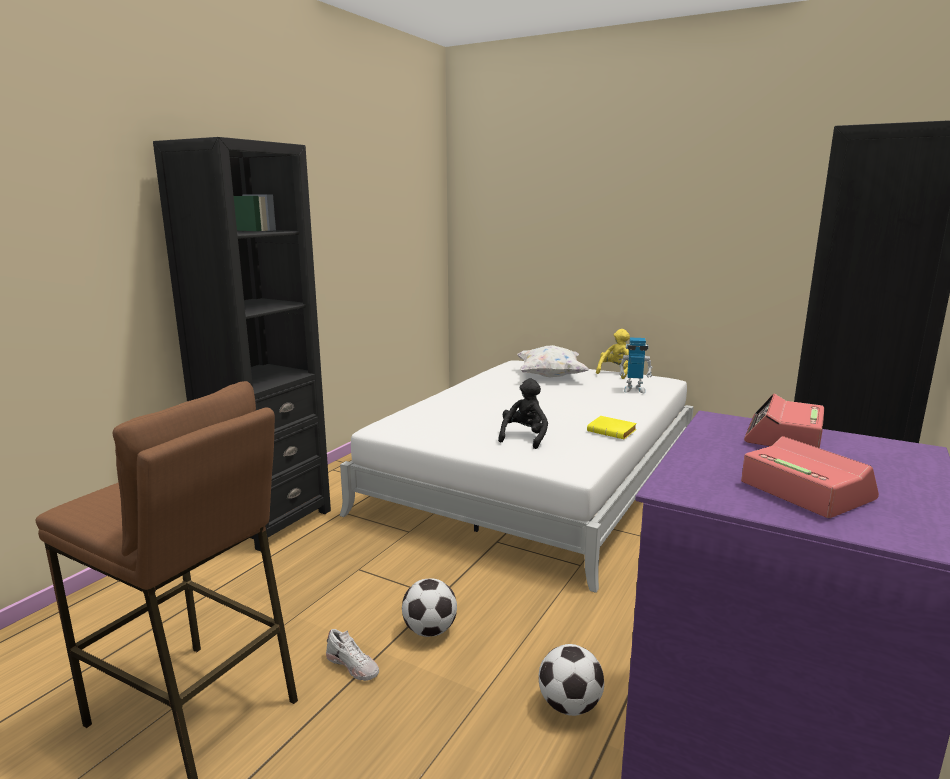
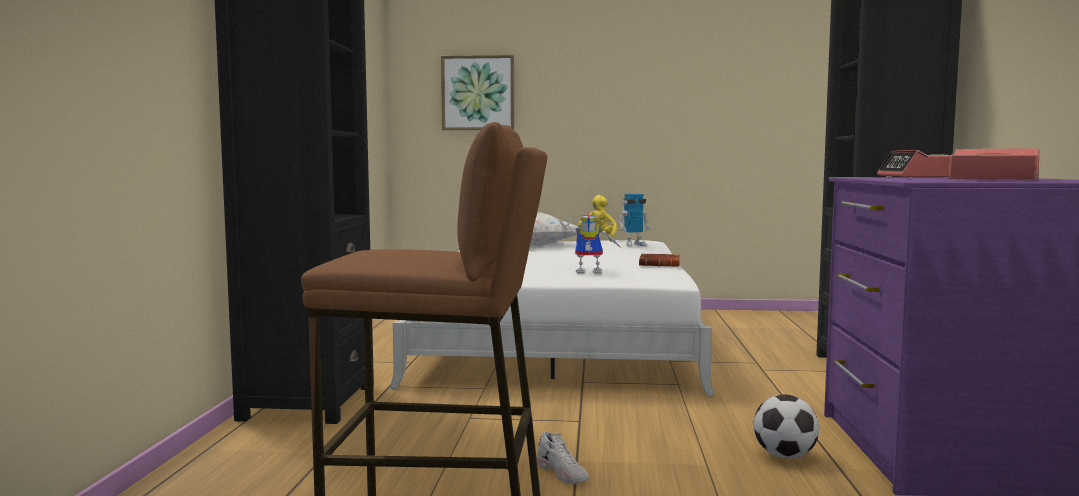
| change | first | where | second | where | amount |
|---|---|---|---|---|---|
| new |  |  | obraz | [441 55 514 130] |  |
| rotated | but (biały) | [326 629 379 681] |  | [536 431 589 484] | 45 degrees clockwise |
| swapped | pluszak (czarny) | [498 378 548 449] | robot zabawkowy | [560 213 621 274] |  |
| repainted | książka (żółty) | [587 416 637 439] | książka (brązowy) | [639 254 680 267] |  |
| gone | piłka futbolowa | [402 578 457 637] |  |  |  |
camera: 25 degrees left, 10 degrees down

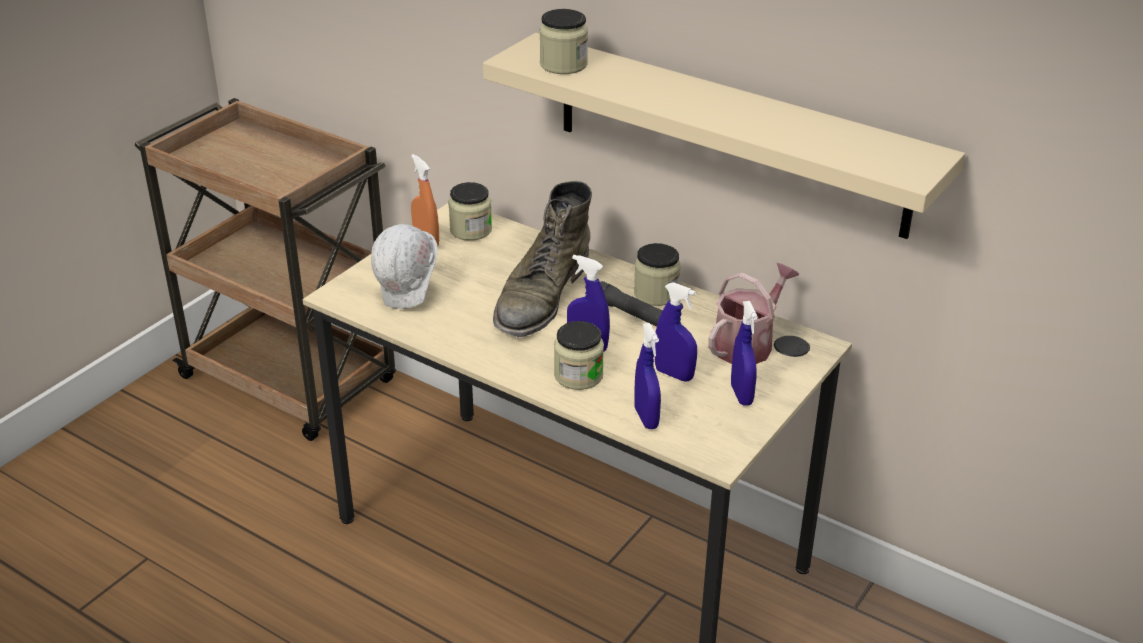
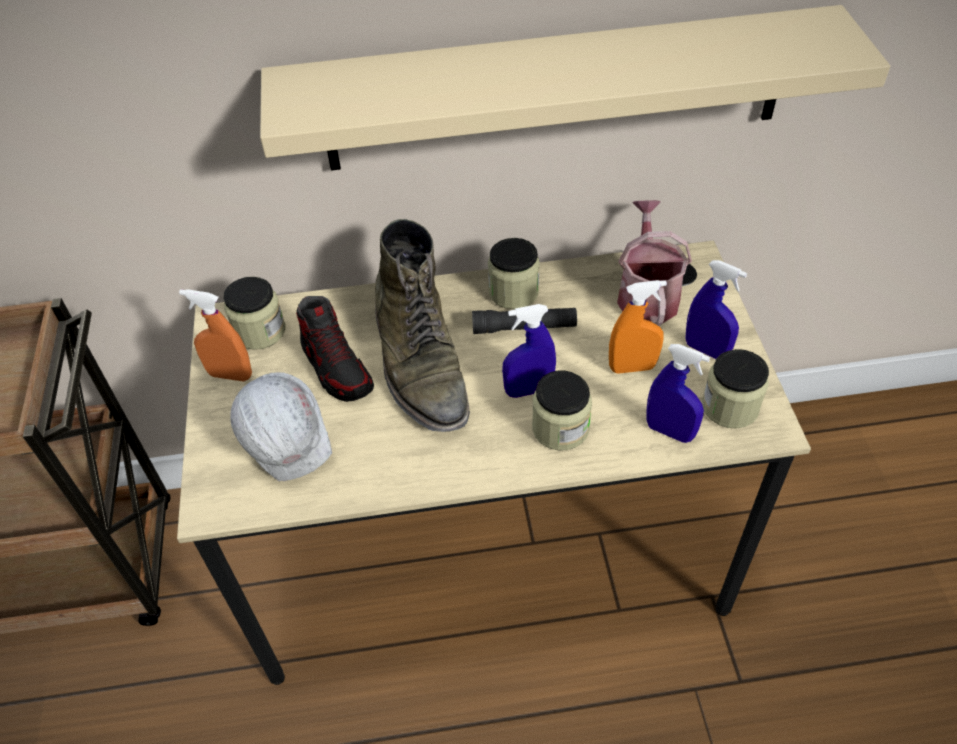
| change | first | where | second | where | amount |
|---|---|---|---|---|---|
| new |  |  | but | [296 296 374 402] |  |
| repainted | spryskiwacz (niebieski) | [655 282 697 381] | spryskiwacz (pomarańczowy) | [609 280 667 374] |  |
| shifted | słoik | [539 9 588 74] |  | [702 349 769 429] |  |
camera: 40 degrees left, 15 degrees up

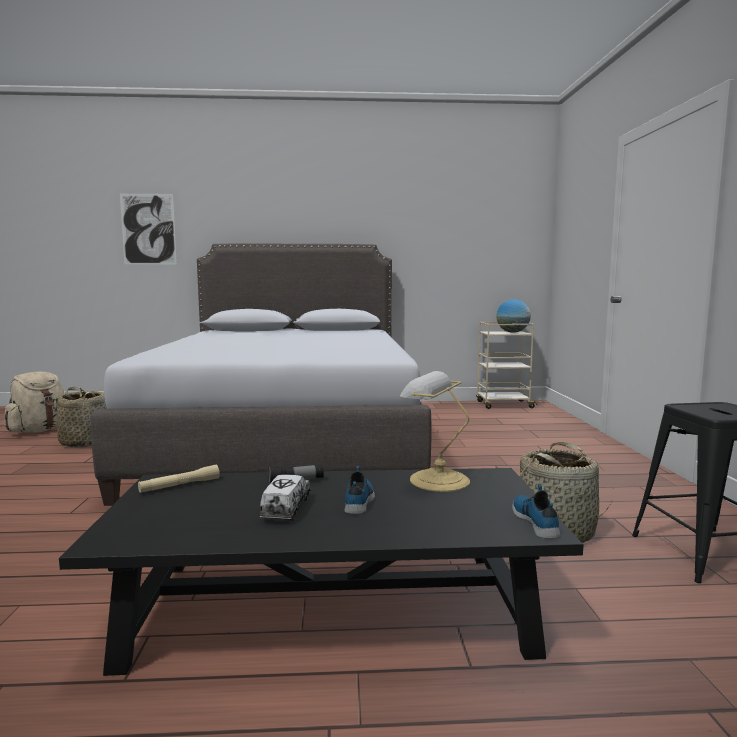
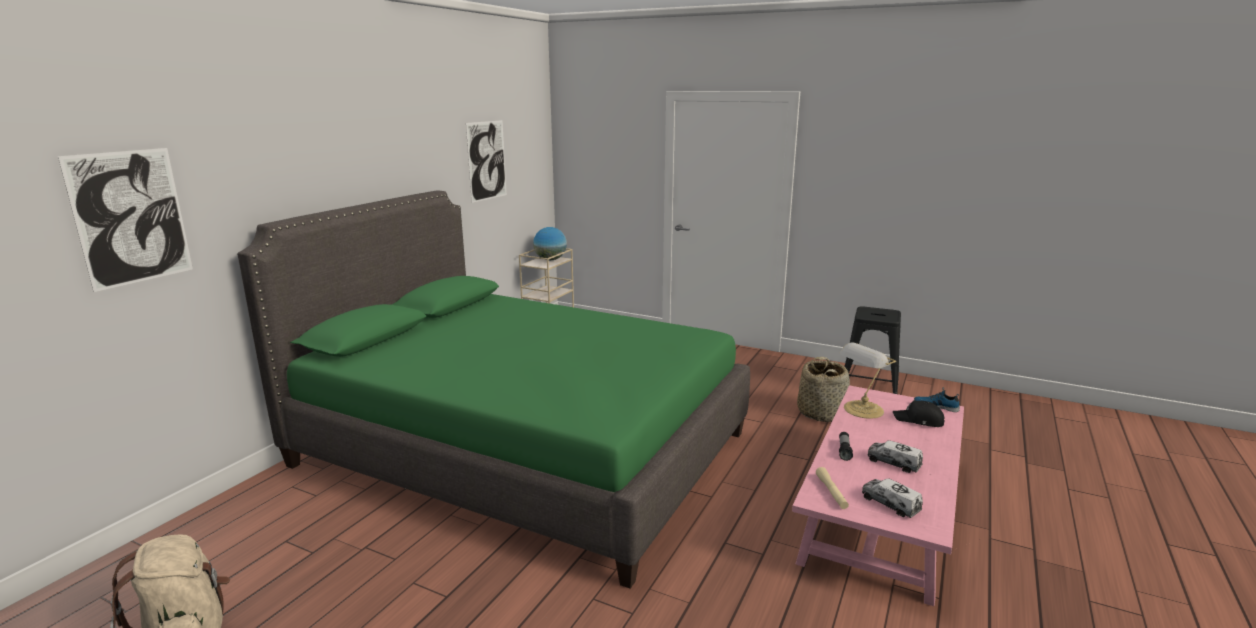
| change | first | where | second | where | amount |
|---|---|---|---|---|---|
| repainted | łóżko (szary) | [91 243 431 506] | łóżko (zielony) | [237 190 750 589] |  |
| new |  |  | obraz | [466 120 507 203] |  |
| repainted | ława (czarny) | [59 468 584 676] | ława (różowy) | [792 385 964 606] |  |
| new |  |  | ciężarówka zabawkowa | [862 478 923 518] |  |
| new |  |  | czapka z daszkiem (czarny) | [893 401 945 427] |  |
| gone | koszyk | [57 387 107 447] |  |  |  |
| gone | but | [344 466 375 514] |  |  |  |
camera: 60 degrees left, 10 degrees up

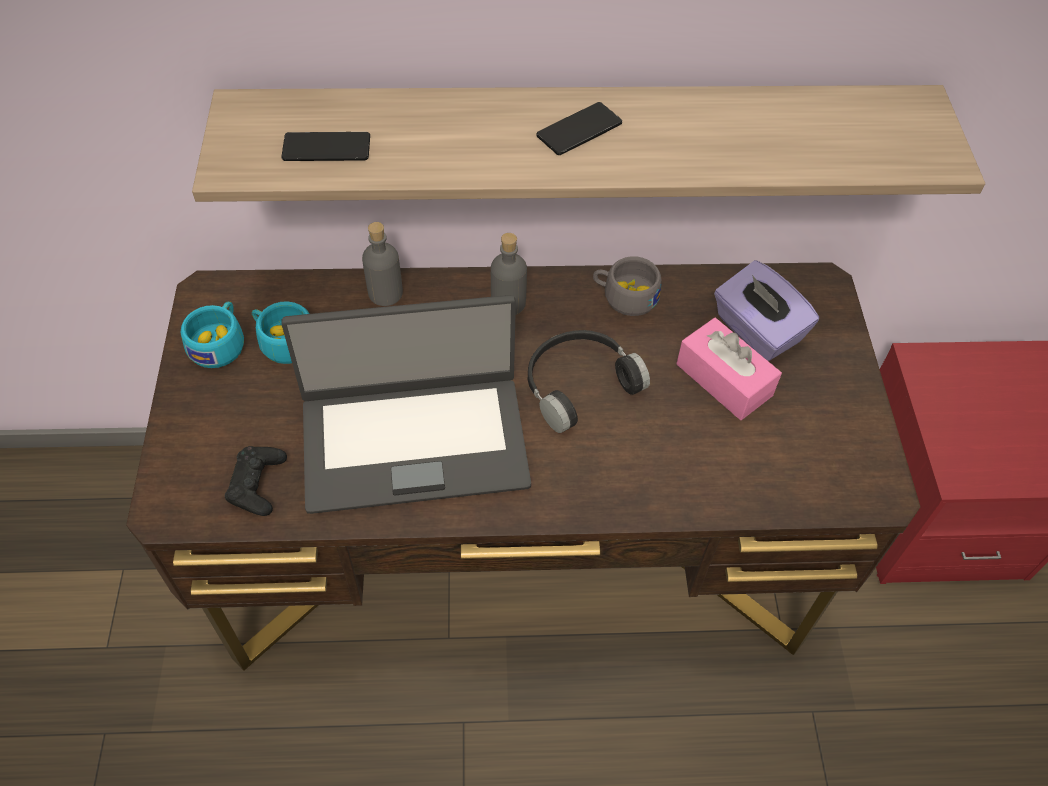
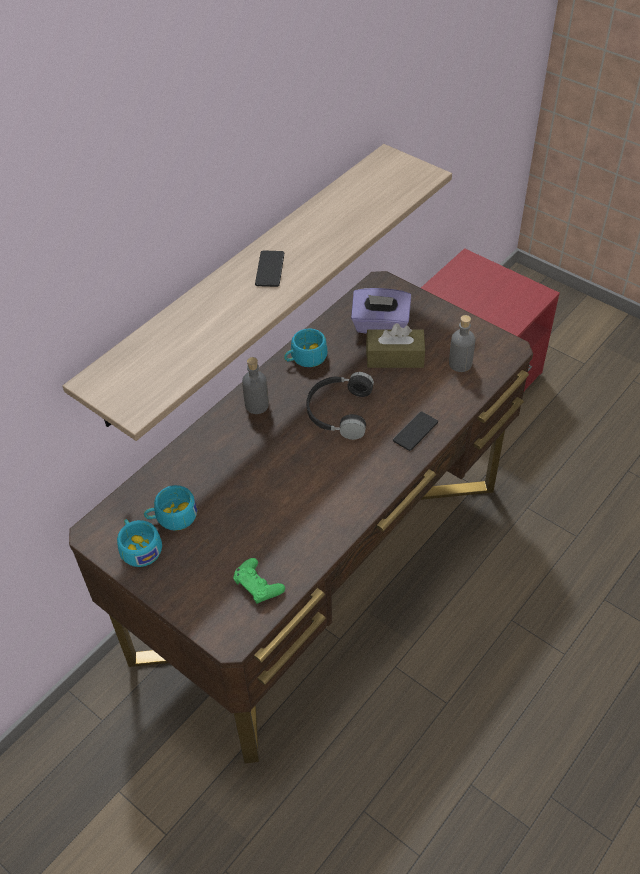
| change | first | where | second | where | amount |
|---|---|---|---|---|---|
| repainted | pad do gier (czarny) | [225 446 287 516] | pad do gier (zielony) | [233 558 285 604] |  |
| repainted | filiżanka (szary) | [593 256 662 316] | filiżanka (turkusowy) | [284 328 328 367] |  |
| repainted | pudełko chusteczek (różowy) | [676 318 782 420] | pudełko chusteczek (brązowy) | [366 323 425 368] |  |
| shifted | telefon | [282 132 370 161] |  | [393 411 438 451] |  |
| shifted | butelka (szary) | [362 222 403 306] |  | [449 315 475 372] |  |
| gone | laptop | [281 295 531 514] |  |  |  |
camera: 45 degrees left, 5 degrees down

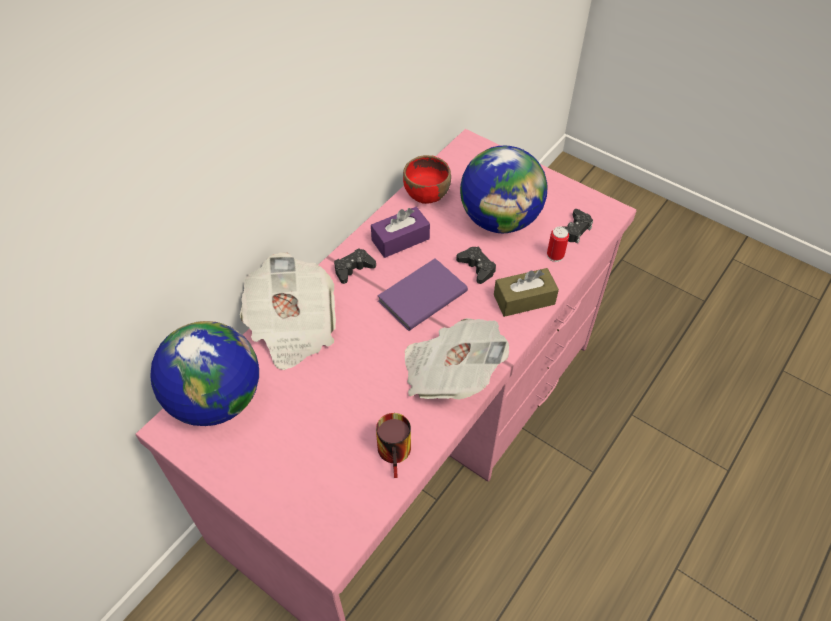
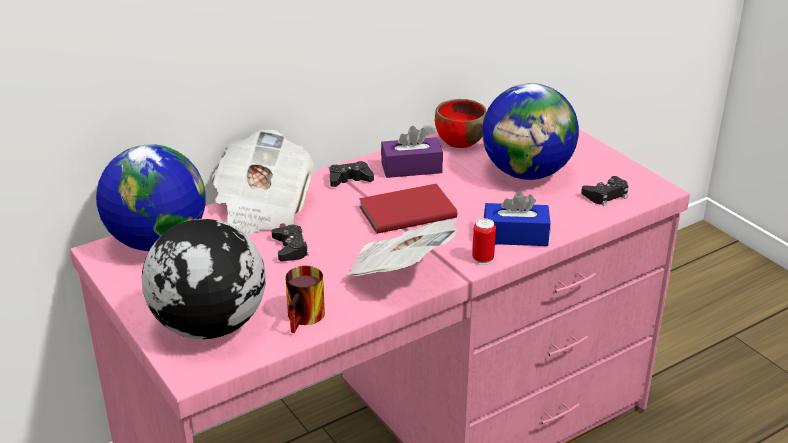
| change | first | where | second | where | amount |
|---|---|---|---|---|---|
| new |  |  | globus | [142 219 266 339] |  |
| shifted | pad do gier (czarny) | [456 247 496 284] |  | [272 225 309 261] |  |
| repainted | książka (fioletowy) | [378 258 468 331] | książka (czerwony) | [359 184 457 234] |  |
| shifted | puszka | [547 227 569 262] |  | [472 218 496 265] |  |
| repainted | pudełko chusteczek (brązowy) | [494 268 559 317] | pudełko chusteczek (niebieski) | [484 191 550 246] |  |
camera: 20 degrees right, 20 degrees down

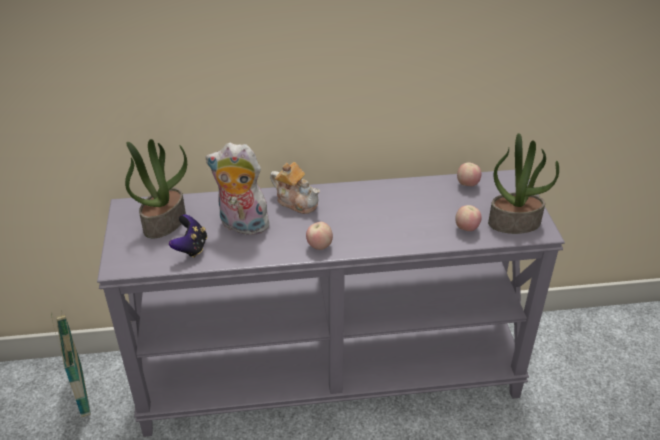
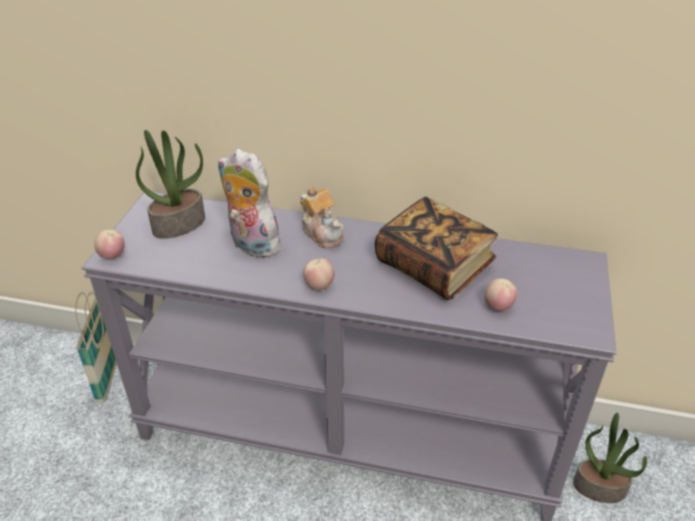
| change | first | where | second | where | amount |
|---|---|---|---|---|---|
| shifted | jabłko | [457 162 481 186] |  | [94 230 125 259] |  |
| new |  |  | książka | [375 197 498 300] |  |
| shifted | roślina doniczkowa | [488 133 559 234] |  | [573 413 647 503] |  |
| gone | pad do gier | [169 214 207 258] |  |  |  |
camera: 20 degrees right, 0 degrees up

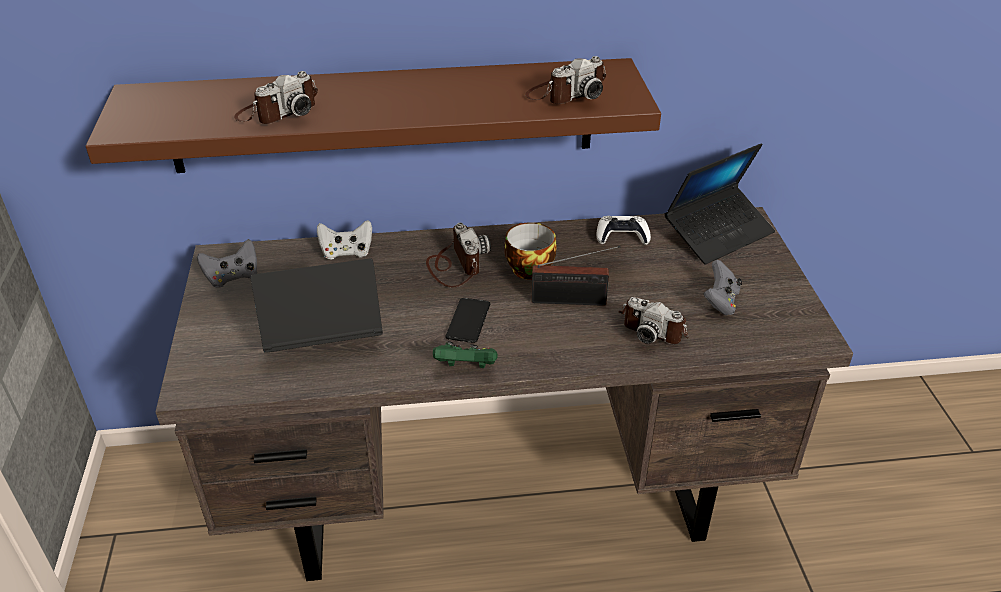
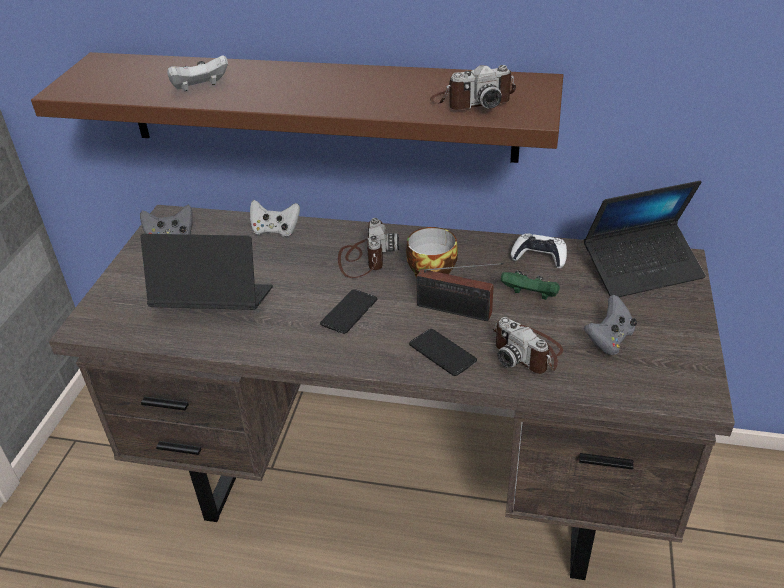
| change | first | where | second | where | amount |
|---|---|---|---|---|---|
| swapped | aparat fotograficzny | [234 71 318 124] | pad do gier (biały) | [167 55 228 91] |  |
| new |  |  | telefon | [409 329 477 376] |  |
| shifted | pad do gier (zielony) | [433 341 498 368] |  | [501 270 560 300] |  |
camera: 20 degrees right, 0 degrees up

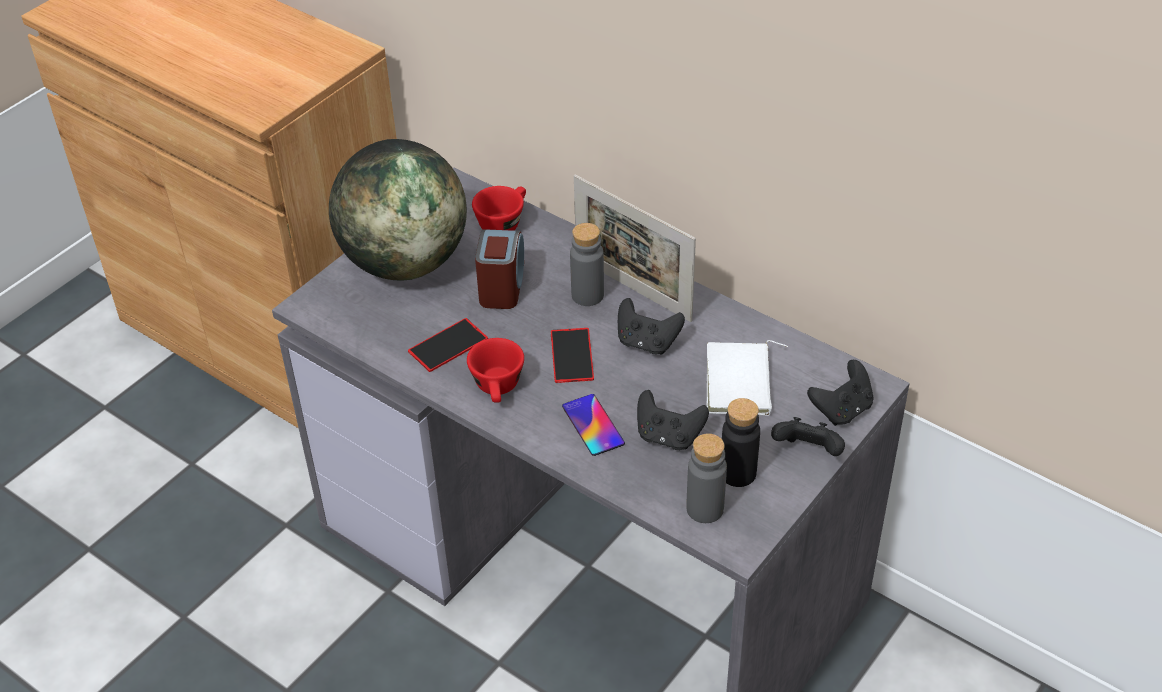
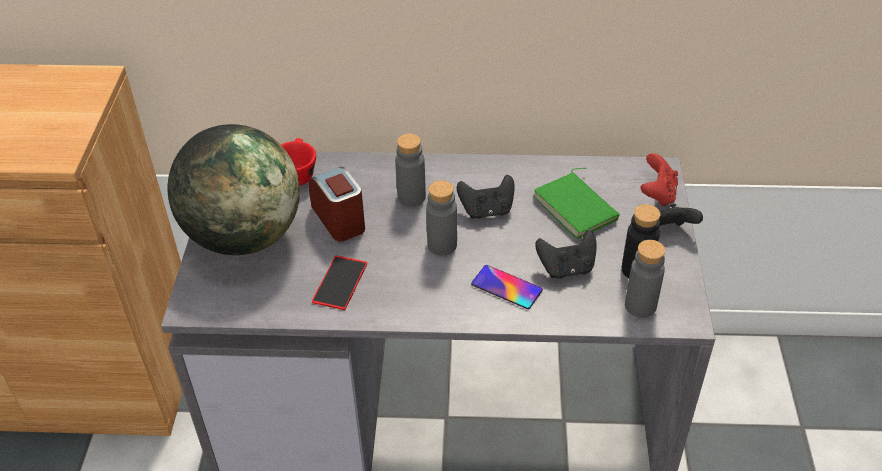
| change | first | where | second | where | amount |
|---|---|---|---|---|---|
| swapped | telefon | [551 328 594 383] | butelka (szary) | [426 180 457 256] |  |
| repainted | książka (biały) | [707 340 788 415] | książka (zielony) | [533 168 620 239] |  |
| repainted | pad do gier (czarny) | [807 360 873 426] | pad do gier (czerwony) | [641 153 678 207] |  |
| gone | filiżanka (czerwony) | [467 338 524 403] |  |  |  |
| gone | ramka na zdjęcie | [574 175 696 322] |  |  |  |
camera: 35 degrees left, 0 degrees up

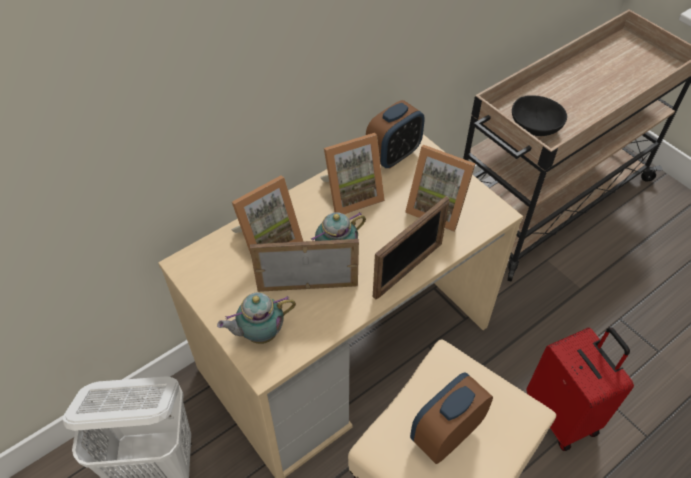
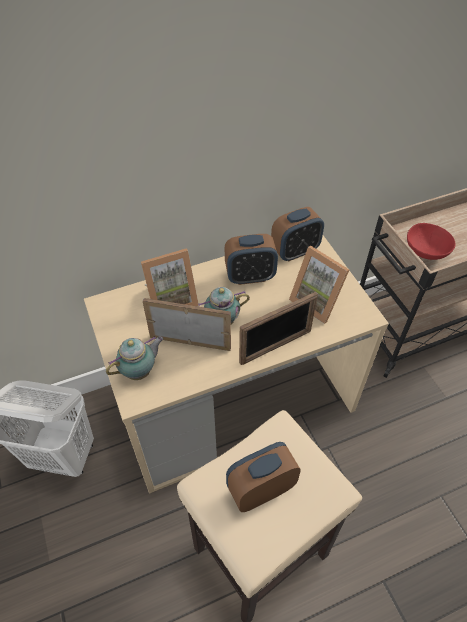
| change | first | where | second | where | amount |
|---|---|---|---|---|---|
| rotated | imbryk | [217 292 296 344] |  | [106 336 164 380] | 150 degrees clockwise |
| swapped | ramka na zdjęcie | [320 133 385 214] | budzik | [225 234 278 285] |  |
| repainted | miska (czarny) | [512 95 567 136] | miska (czerwony) | [407 223 455 260] |  |
| gone | walizka (czerwony) | [526 327 634 451] |  |  |  |
camera: 15 degrees right, 0 degrees up

